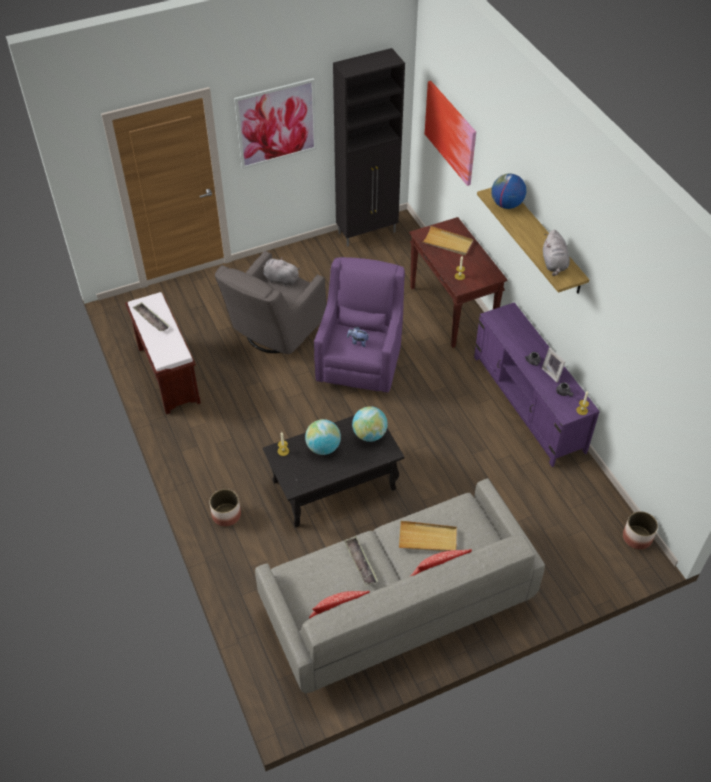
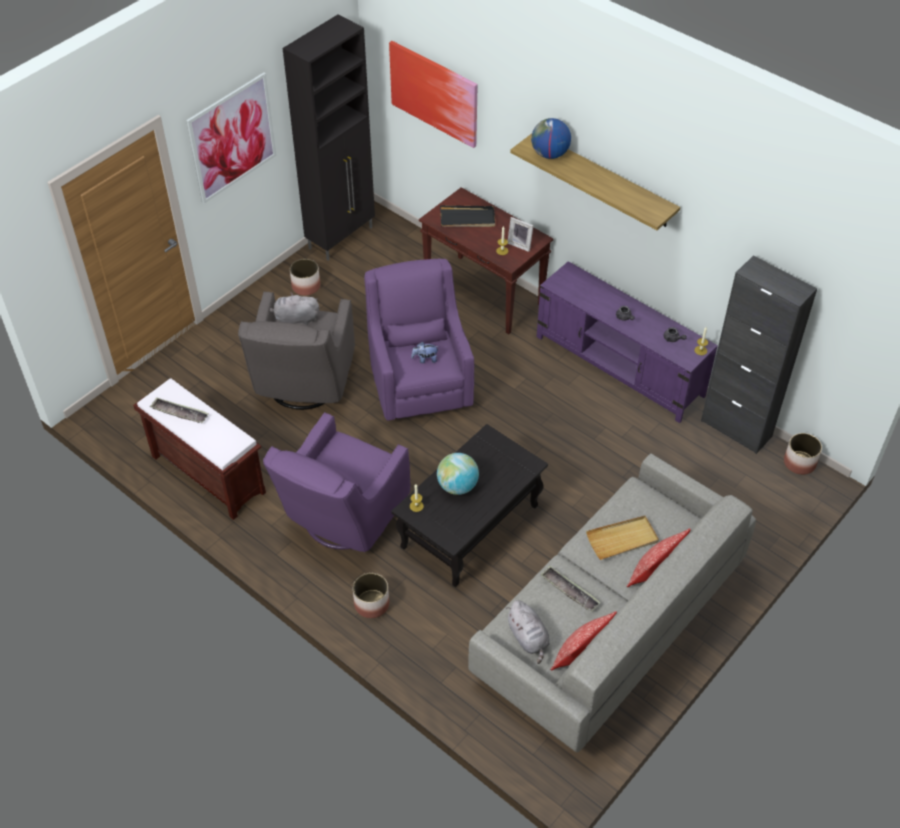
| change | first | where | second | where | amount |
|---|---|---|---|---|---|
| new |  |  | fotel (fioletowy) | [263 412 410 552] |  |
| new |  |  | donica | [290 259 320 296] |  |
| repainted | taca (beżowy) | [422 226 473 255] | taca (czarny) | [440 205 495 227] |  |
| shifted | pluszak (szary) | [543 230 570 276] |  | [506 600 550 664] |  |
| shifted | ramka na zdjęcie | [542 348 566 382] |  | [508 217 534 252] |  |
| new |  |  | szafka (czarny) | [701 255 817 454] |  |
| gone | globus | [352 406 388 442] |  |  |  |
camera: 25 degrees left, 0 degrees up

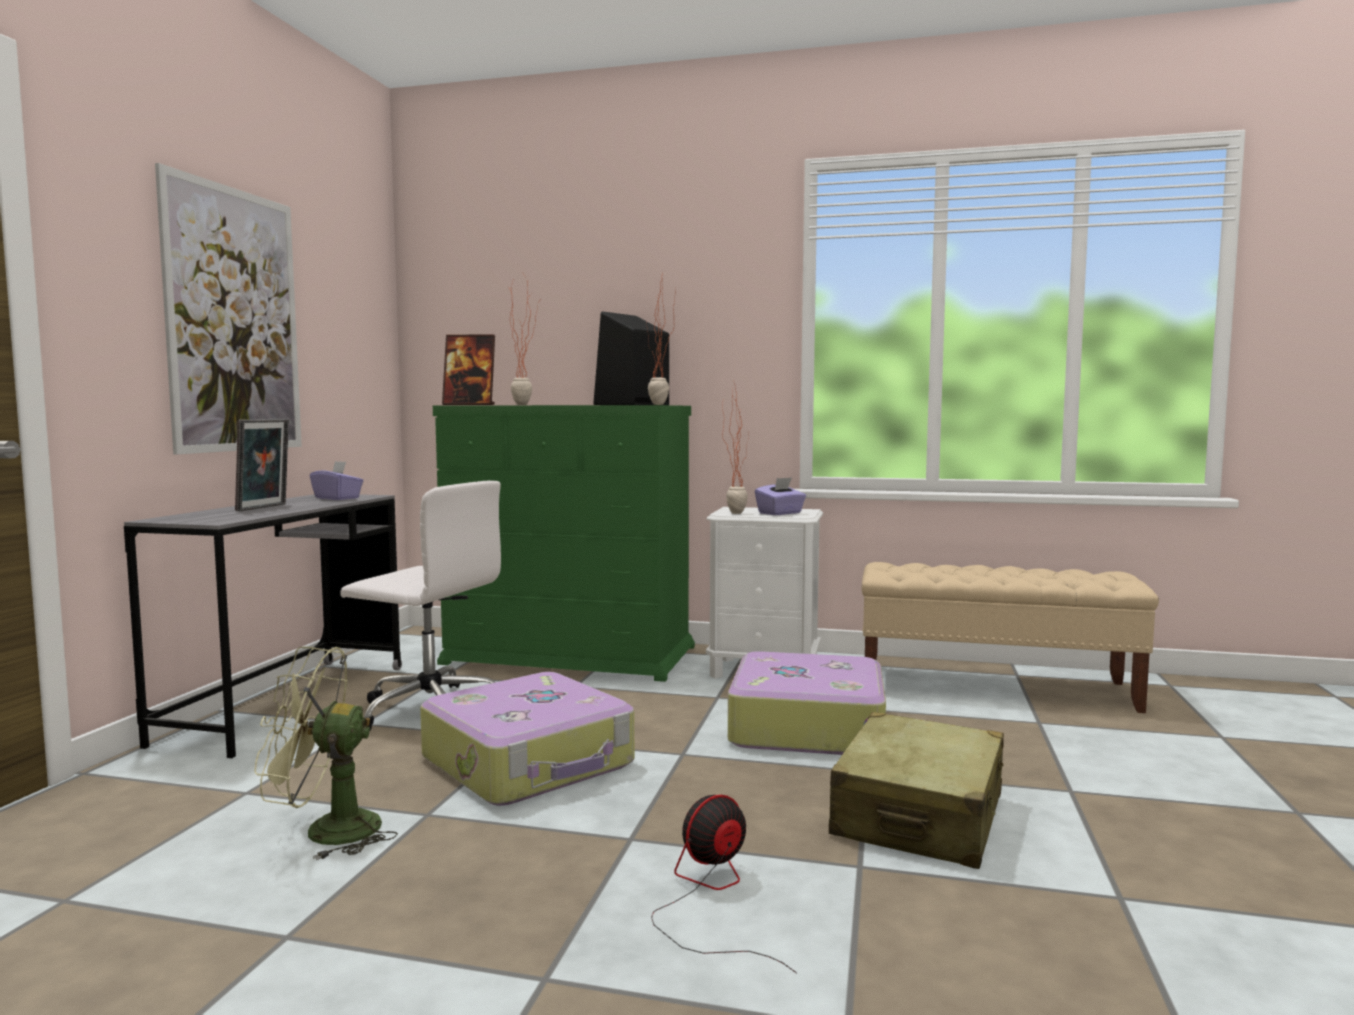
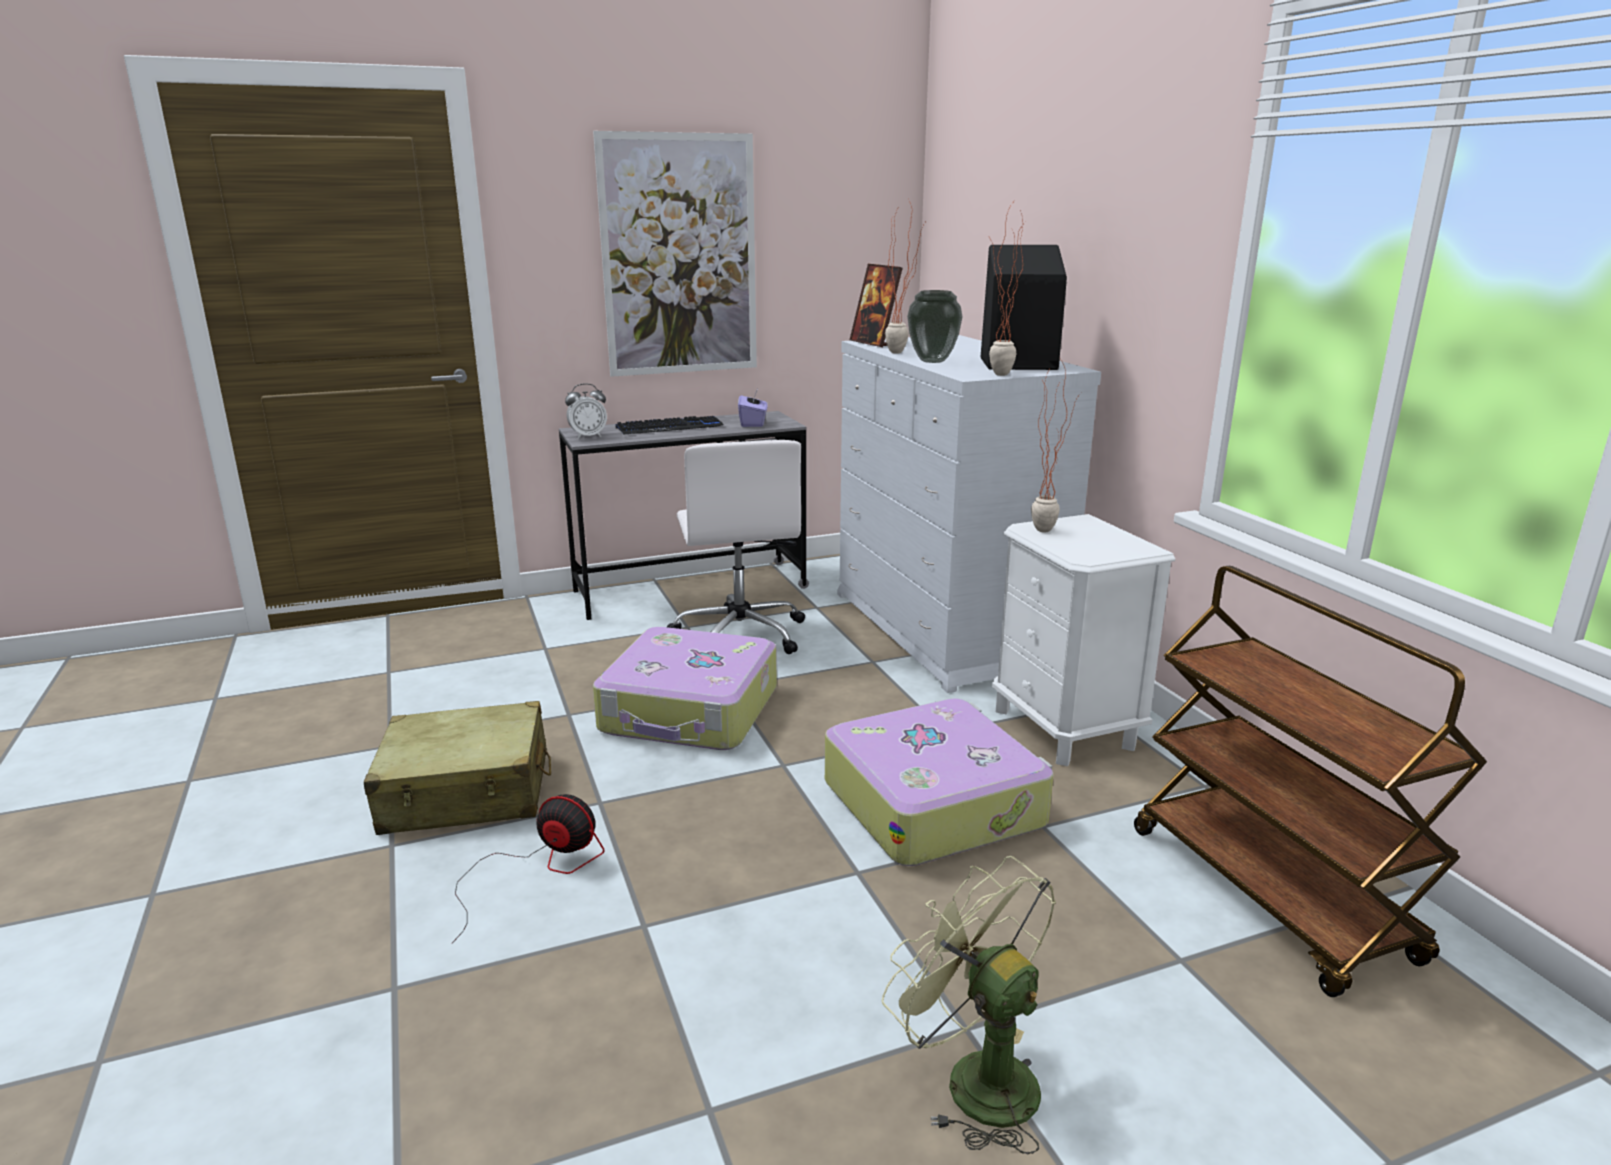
| change | first | where | second | where | amount |
|---|---|---|---|---|---|
| shifted | walizka (beżowy) | [829 712 1004 869] |  | [364 701 551 835] |  |
| new |  |  | budzik | [565 383 607 439] |  |
| swapped | ramka na zdjęcie | [235 419 289 511] | klawiatura | [615 416 724 434] |  |
| repainted | komoda (zielony) | [433 405 695 682] | komoda (biały) | [837 335 1101 693] |  |
| shifted | wentylator (zielony) | [254 646 398 860] |  | [882 856 1056 1155] |  |
| new |  |  | wazon | [907 290 962 363] |  |
| swapped | ławka (beżowy) | [862 562 1159 713] | wózek (brązowy) | [1134 566 1487 997] |  |
| gone | pudełko chusteczek (fioletowy) | [755 477 806 515] |  |  |  |
camera: 55 degrees right, 15 degrees up

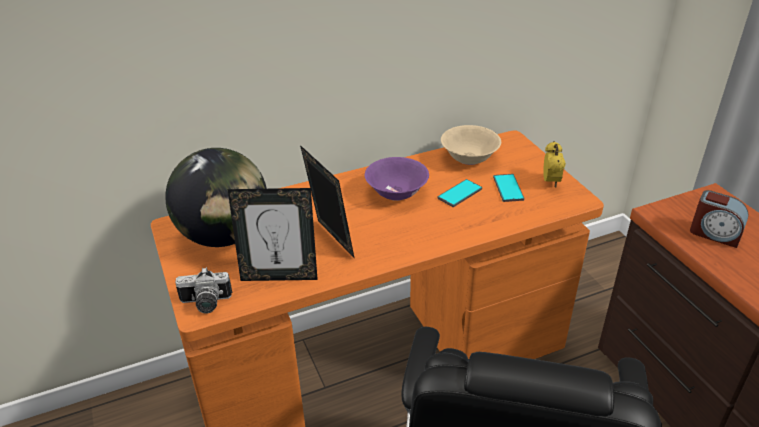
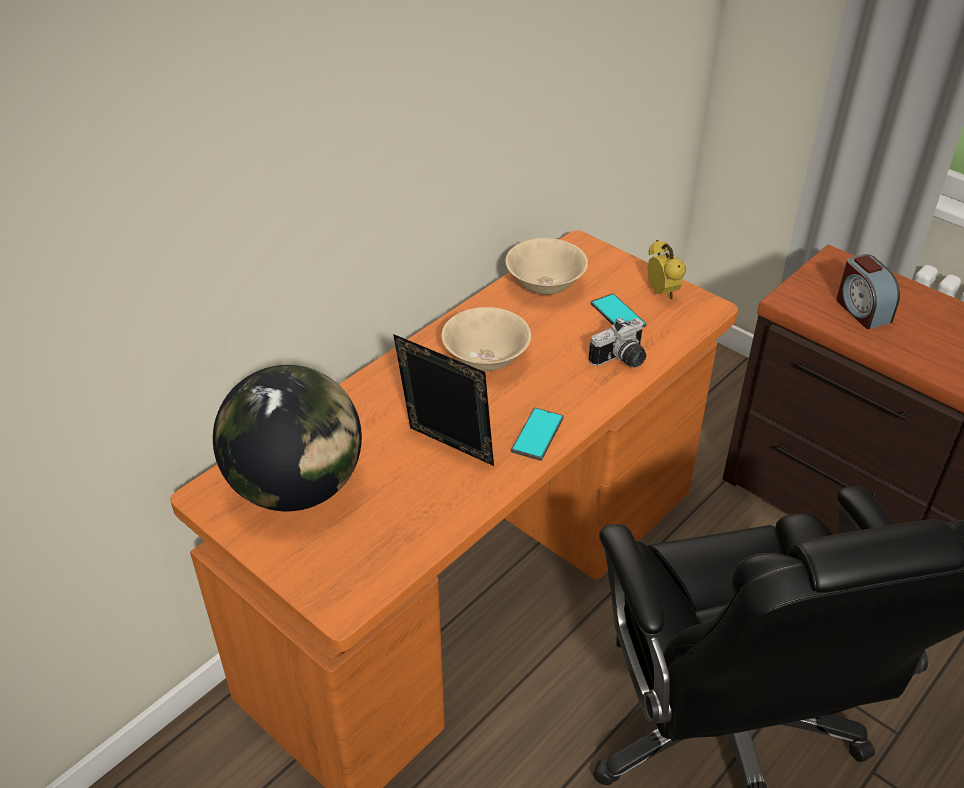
| change | first | where | second | where | amount |
|---|---|---|---|---|---|
| repainted | miska (fioletowy) | [365 157 429 201] | miska (beżowy) | [441 307 531 371] |  |
| shifted | telefon | [437 179 482 207] |  | [511 408 563 461] |  |
| shifted | aparat fotograficzny | [175 267 232 314] |  | [588 317 646 367] |  |
| rotated | budzik | [690 190 749 248] |  | [836 254 900 329] | 60 degrees clockwise |
| gone | ramka na zdjęcie | [228 188 318 281] |  |  |  |
camera: 25 degrees left, 5 degrees up

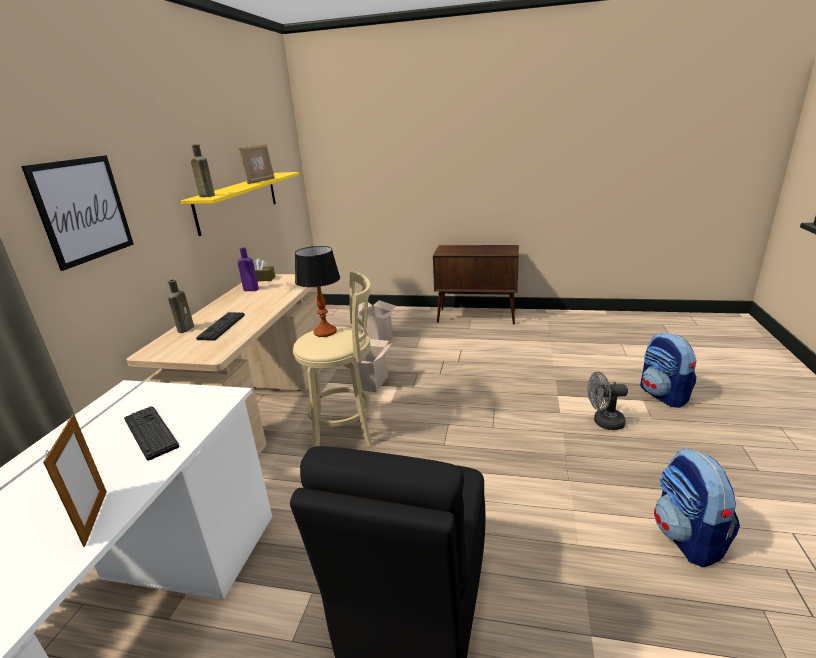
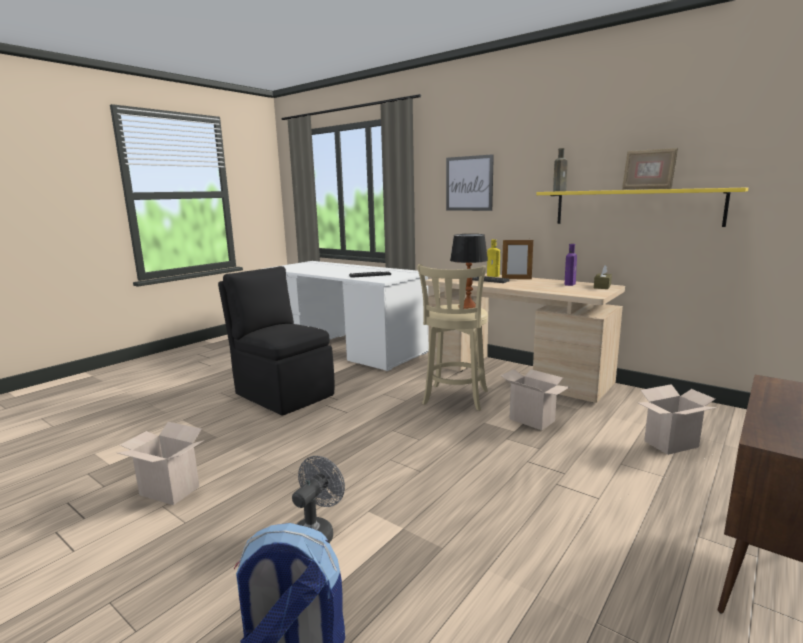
| change | first | where | second | where | amount |
|---|---|---|---|---|---|
| swapped | plecak | [654 448 740 567] | karton | [117 422 204 505] |  |
| repainted | butelka (brązowy) | [168 279 194 333] | butelka (żółty) | [487 240 500 277] |  |
| shifted | ramka na zdjęcie | [43 414 107 547] |  | [502 240 533 279] |  |
camera: 115 degrees right, 10 degrees down

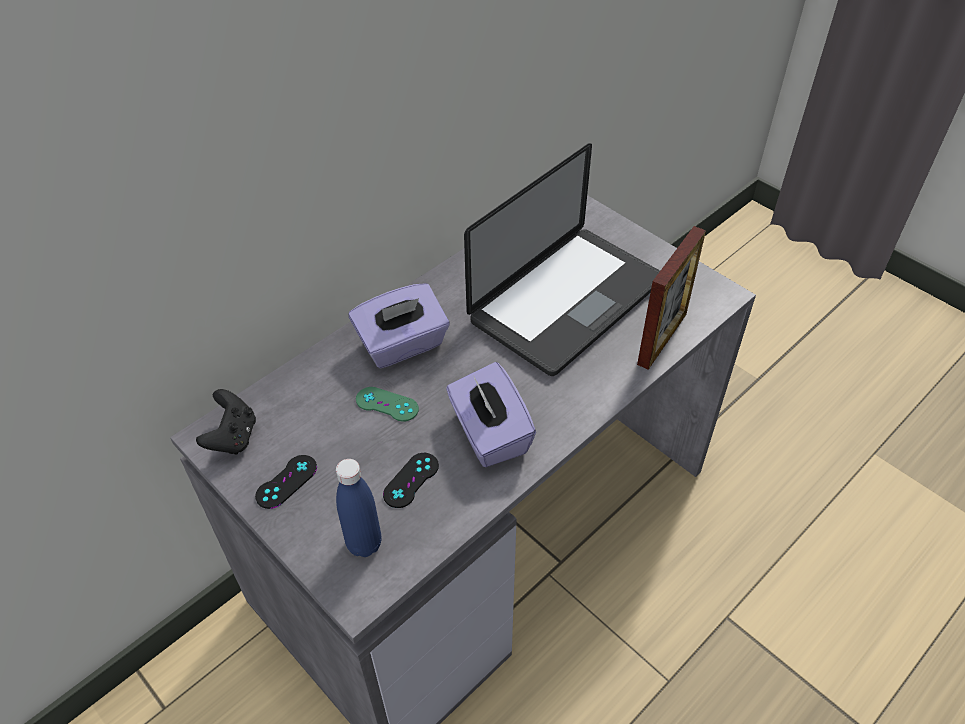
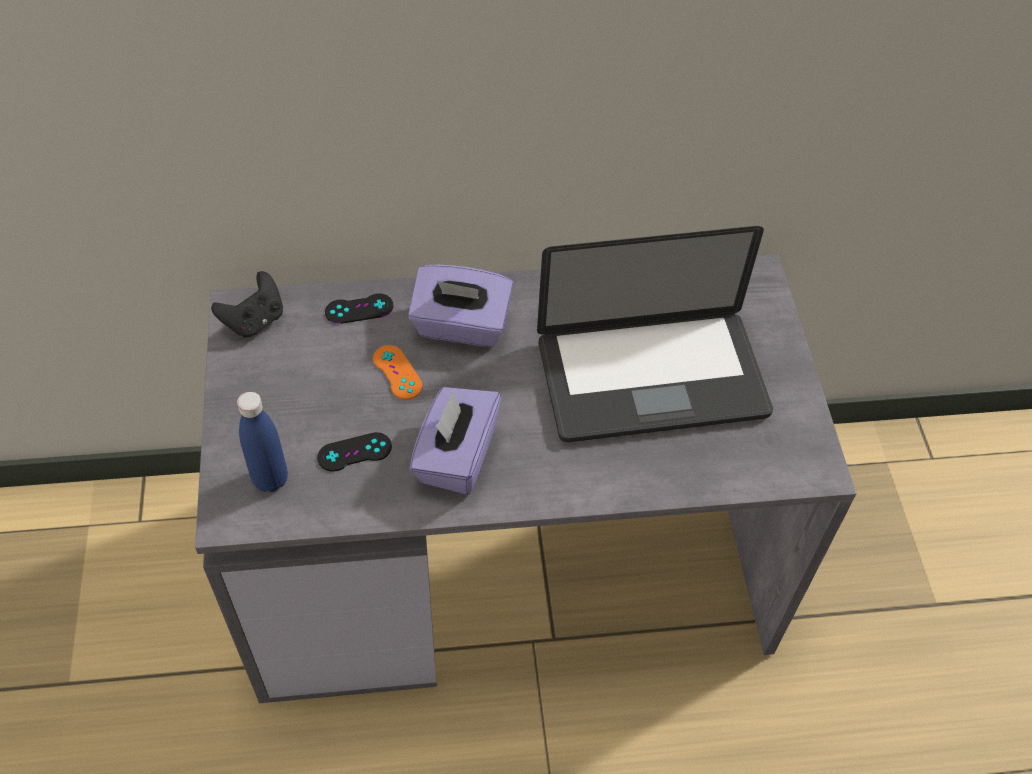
| change | first | where | second | where | amount |
|---|---|---|---|---|---|
| shifted | pad do gier (czarny) | [255 455 317 509] |  | [325 294 393 324] |  |
| repainted | pad do gier (zielony) | [356 387 419 422] | pad do gier (pomarańczowy) | [373 345 423 399] |  |
| gone | ramka na zdjęcie | [637 226 706 370] |  |  |  |
camera: 35 degrees right, 5 degrees up

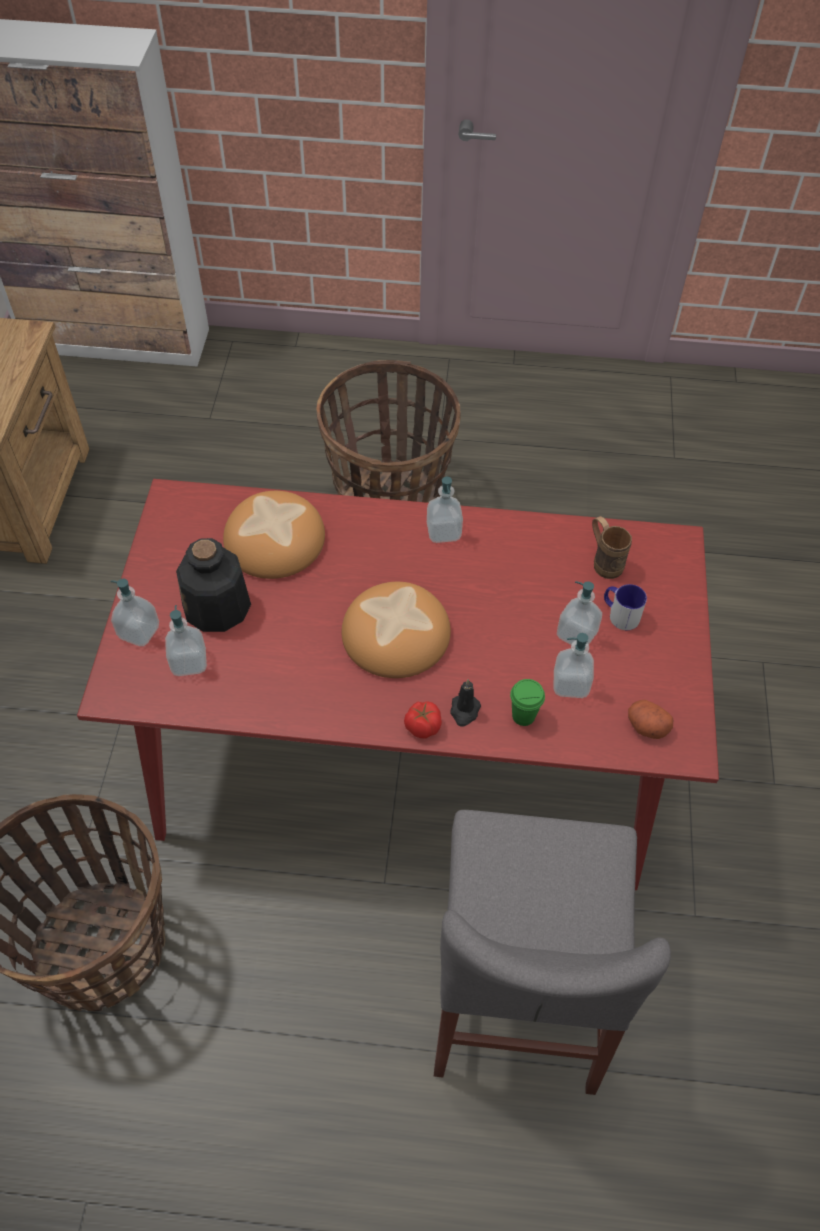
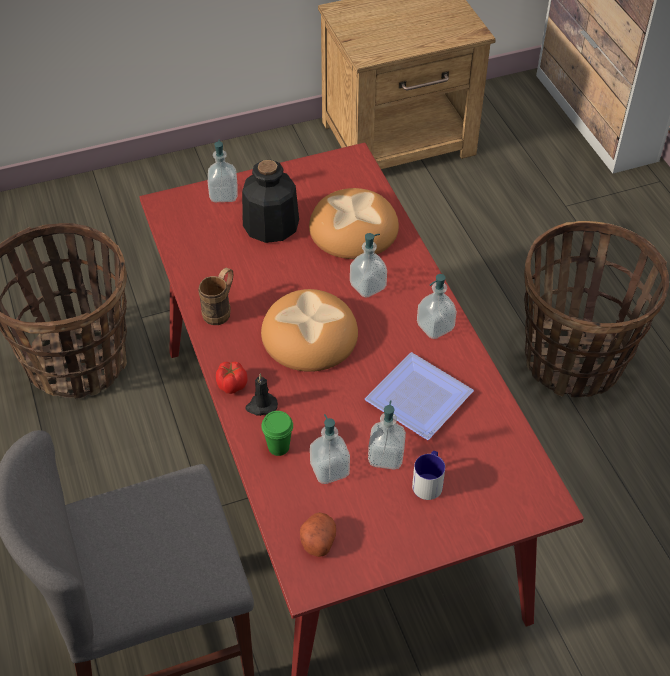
| change | first | where | second | where | amount |
|---|---|---|---|---|---|
| shifted | kubek (brązowy) | [592 516 632 579] |  | [198 268 233 325] |  |
| shifted | dozownik mydła | [165 605 207 676] |  | [350 233 387 298] |  |
| new |  |  | talerz | [365 352 474 440] |  |
camera: 65 degrees right, 5 degrees down

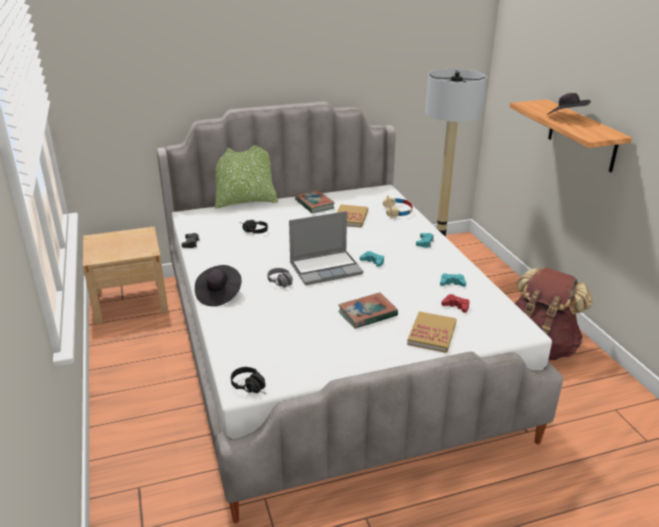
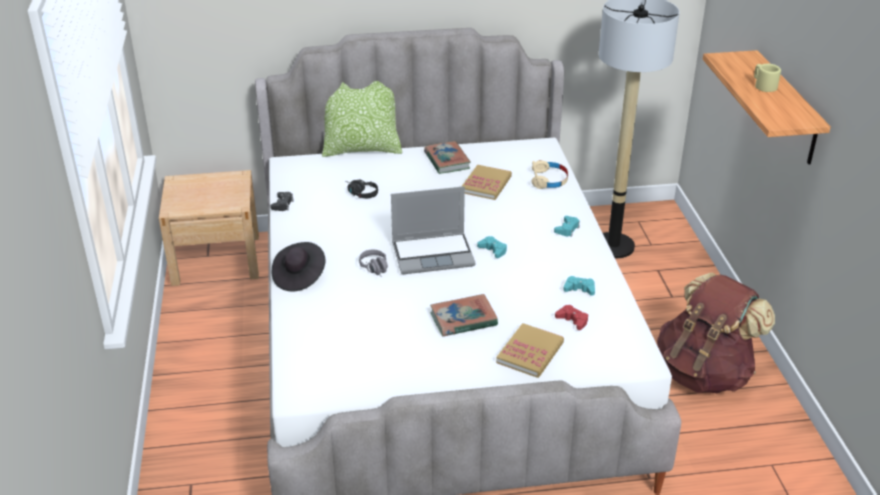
| change | first | where | second | where | amount |
|---|---|---|---|---|---|
| swapped | kapelusz (czarny) | [547 93 591 115] | kubek (beżowy) | [754 64 781 92] |  |
| gone | słuchawki (czarny) | [231 367 266 394] |  |  |  |
camera: 10 degrees right, 5 degrees up

